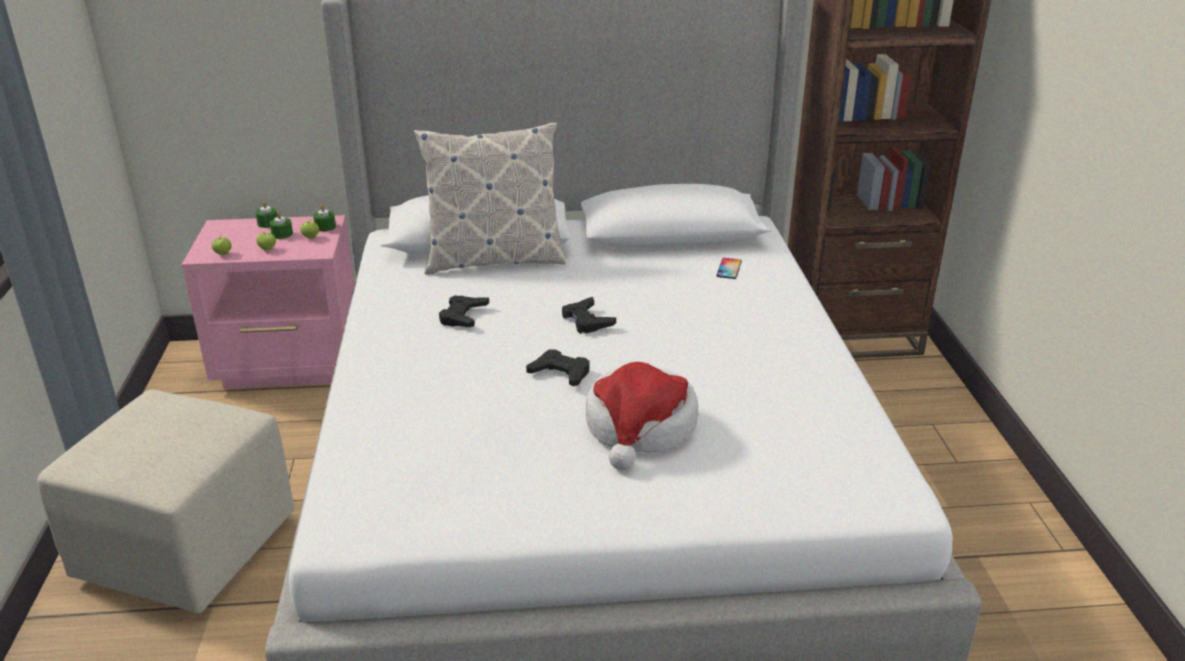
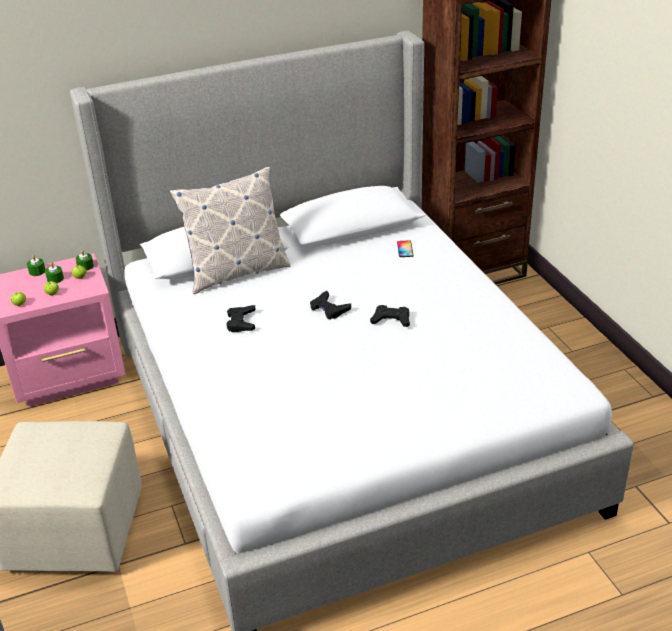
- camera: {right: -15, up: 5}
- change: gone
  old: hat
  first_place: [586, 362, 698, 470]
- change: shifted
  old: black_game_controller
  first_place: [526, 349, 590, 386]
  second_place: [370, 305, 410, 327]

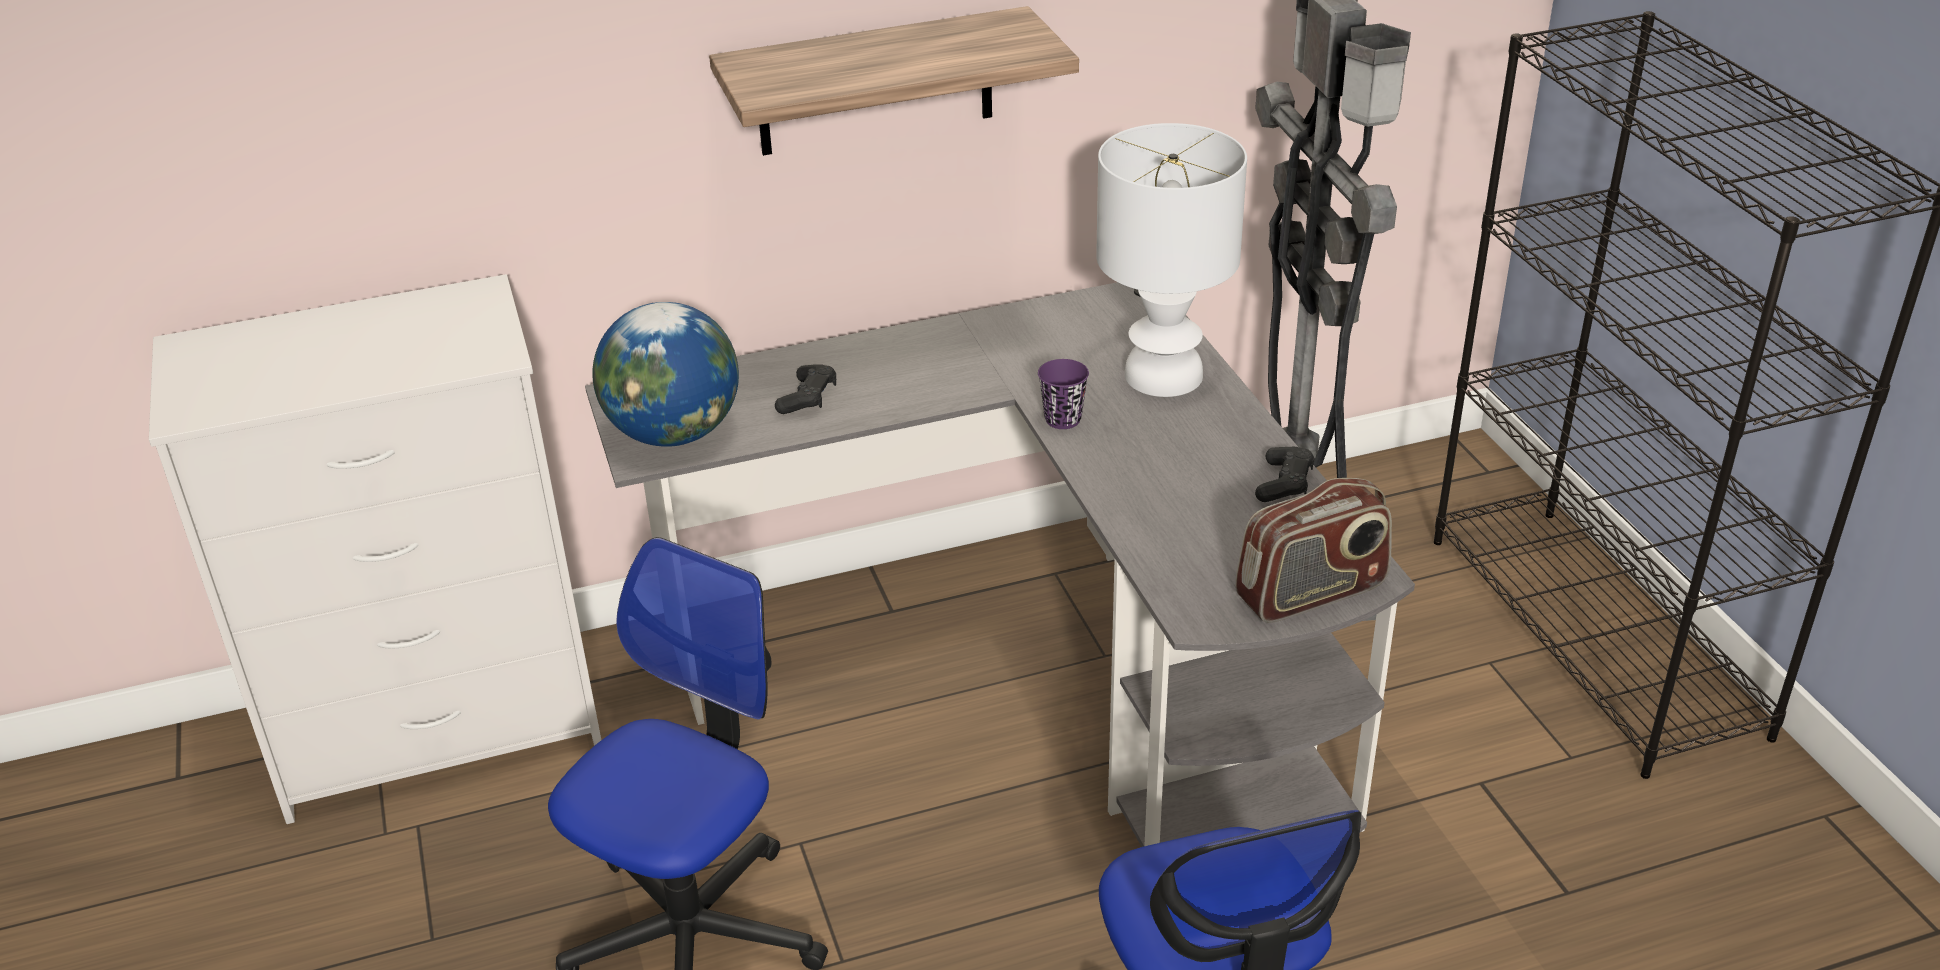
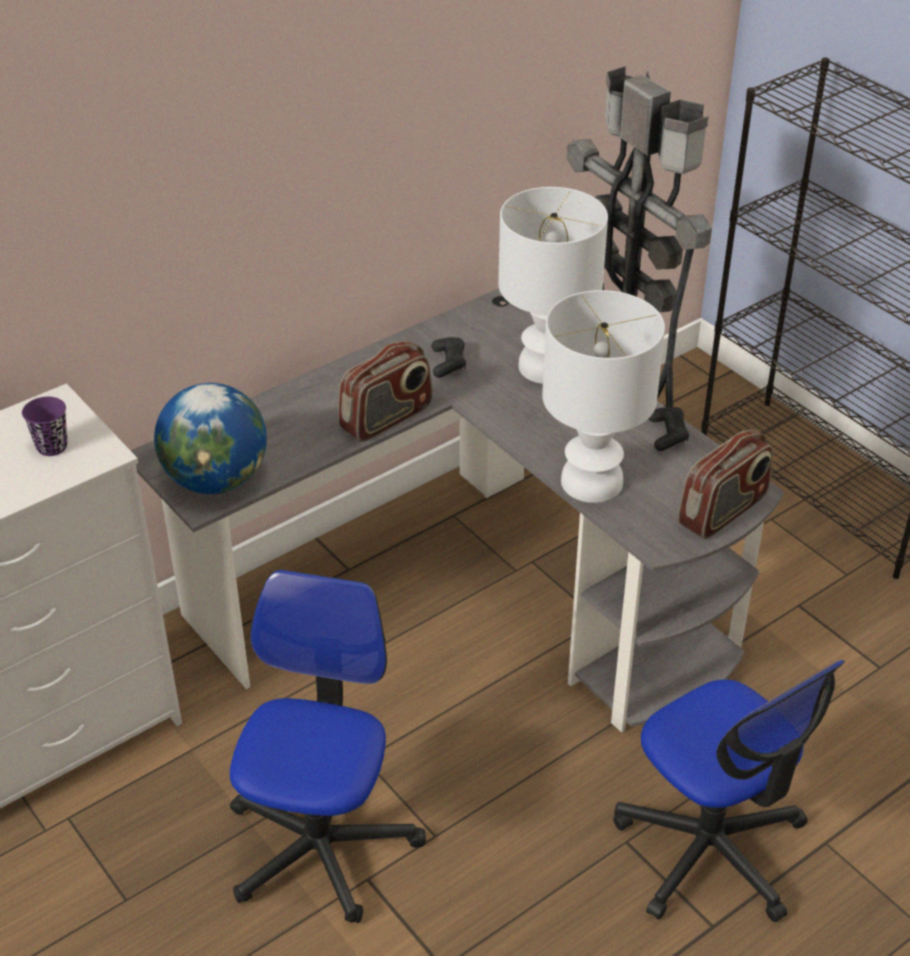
- camera: {right: -20, up: 5}
- change: gone
  old: shelf
  first_place: [709, 6, 1079, 156]
- change: new
  new: radio
  second_place: [338, 341, 433, 442]
- change: new
  new: white_table_lamp
  second_place: [542, 290, 665, 503]
- change: shifted
  old: black_game_controller
  first_place: [775, 364, 836, 414]
  second_place: [431, 337, 466, 378]
- change: shifted
  old: purple_cup
  first_place: [1038, 359, 1089, 429]
  second_place: [22, 397, 68, 456]

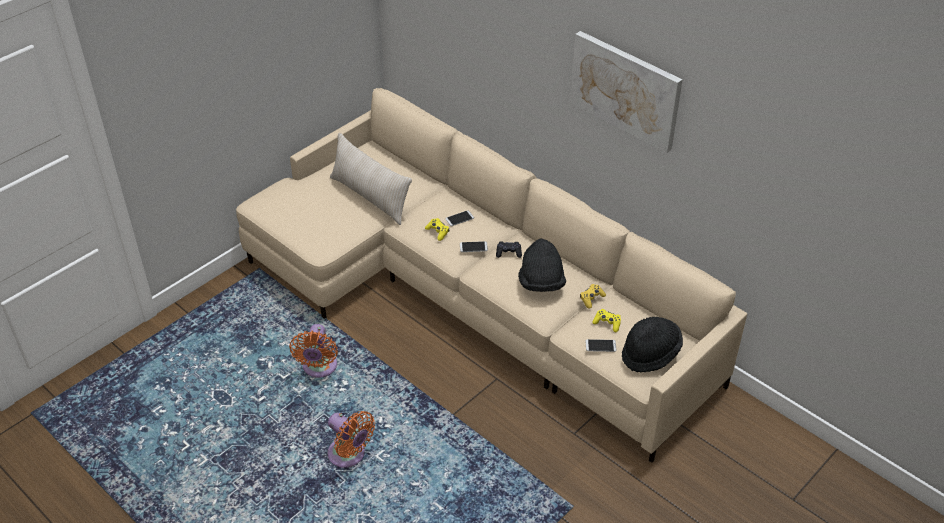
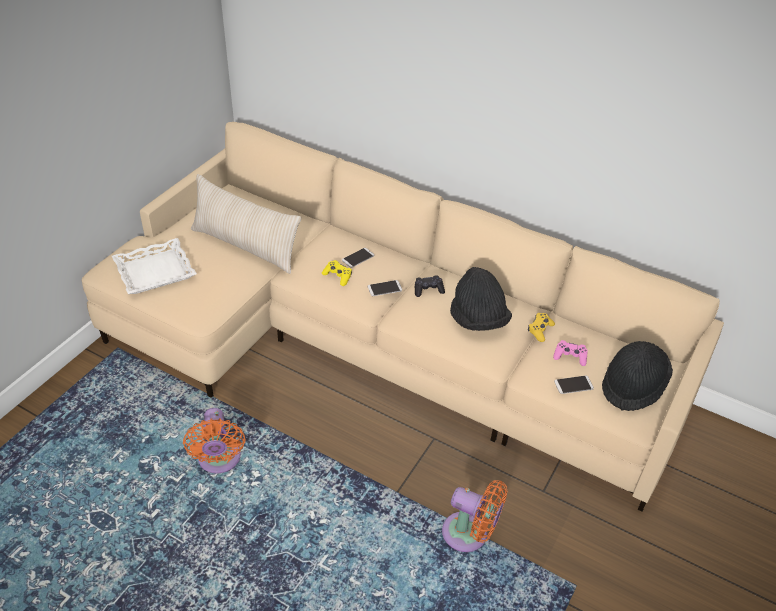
- camera: {right: -15, up: 0}
- change: gone
  old: picture
  first_place: [570, 31, 683, 153]
- change: new
  new: white_tray
  second_place: [112, 238, 197, 294]
- change: shifted
  old: orange_fan
  first_place: [328, 411, 375, 468]
  second_place: [442, 480, 508, 552]
- change: repainted
  old: yellow_game_controller
  new: pink_game_controller
  first_place: [592, 309, 621, 332]
  second_place: [553, 340, 588, 366]

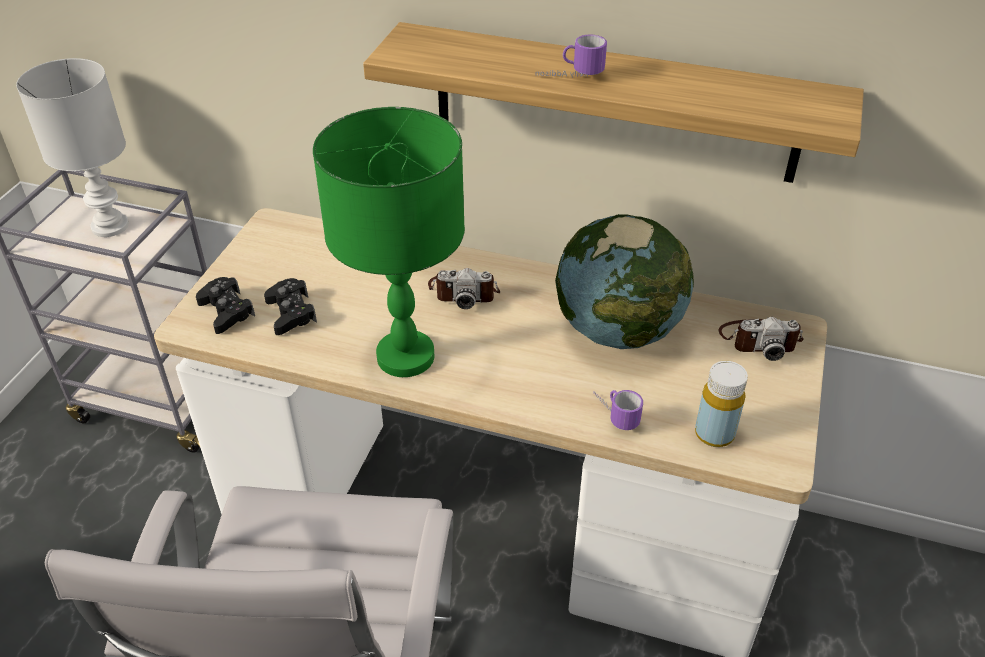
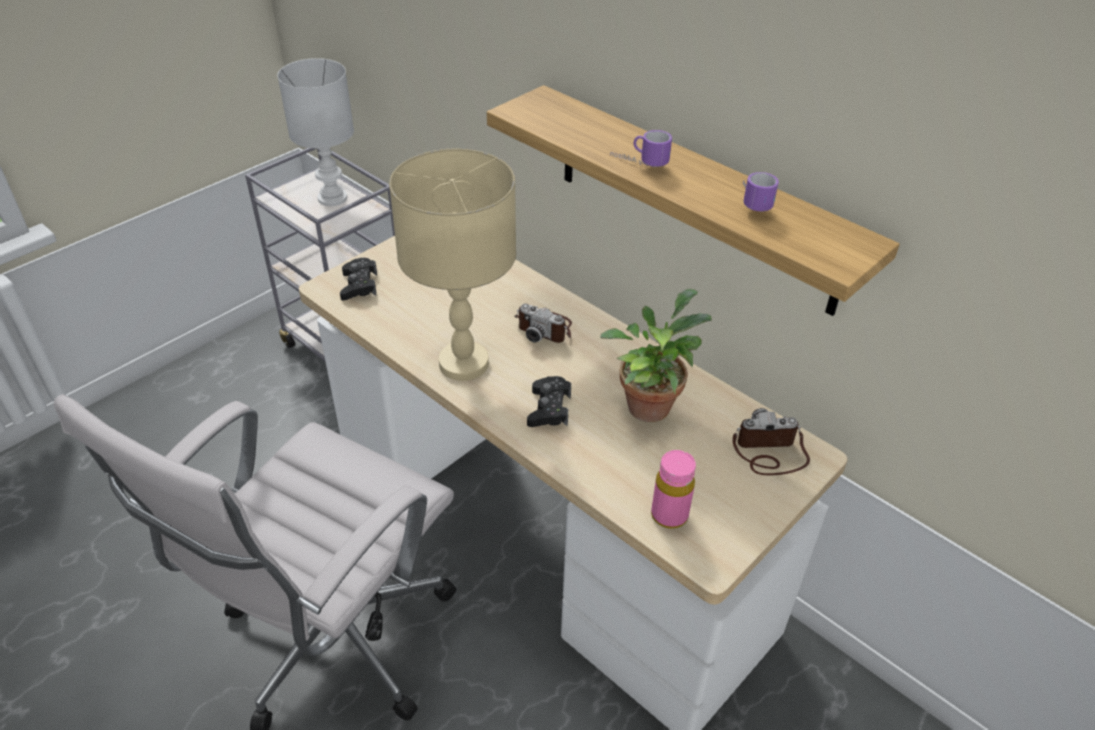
- camera: {right: 25, up: 0}
- change: shifted
  old: black_game_controller
  first_place: [264, 278, 317, 335]
  second_place: [527, 376, 571, 427]
- change: shifted
  old: mug
  first_place: [593, 390, 643, 430]
  second_place: [743, 172, 779, 211]
- change: swapped
  old: globe
  new: potted_plant
  first_place: [555, 214, 694, 349]
  second_place: [600, 289, 712, 422]
- change: repainted
  old: green_table_lamp
  new: beige_table_lamp
  first_place: [313, 107, 465, 377]
  second_place: [389, 149, 516, 381]
- change: repainted
  old: yellow_bottle
  new: pink_bottle
  first_place: [695, 361, 748, 447]
  second_place: [651, 450, 696, 529]
- change: rotated
  old: photo_camera
  first_place: [719, 317, 803, 361]
  second_place: [733, 408, 810, 476]
  degrees: 150

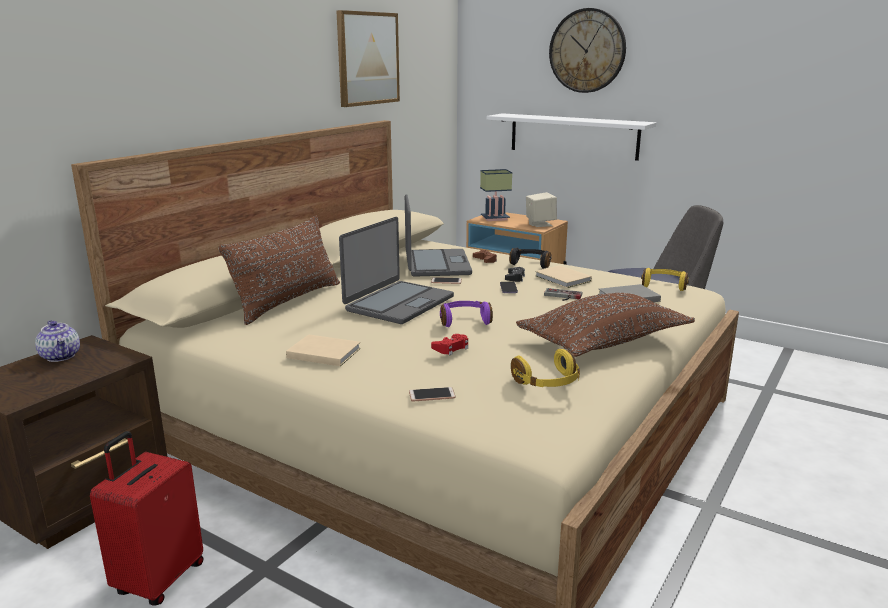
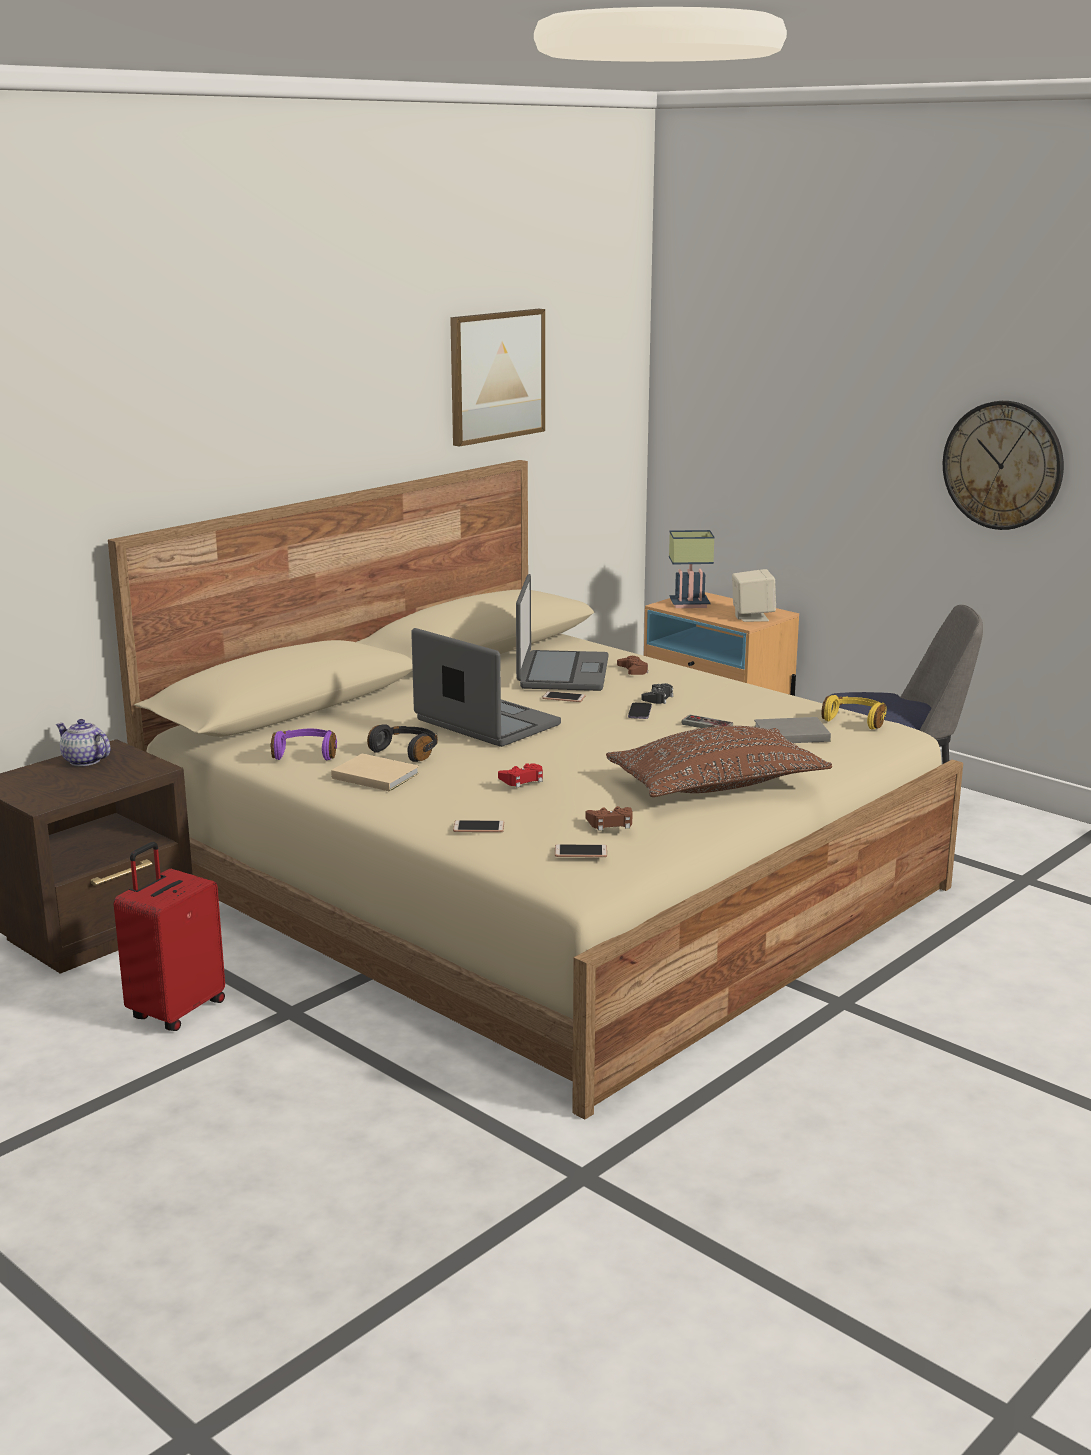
- camera: {right: 10, up: 0}
- change: gone
  old: brown_pillow
  first_place: [218, 216, 340, 325]
- change: gone
  old: white_shelf
  first_place: [486, 113, 656, 161]
- change: gone
  old: beige_book
  first_place: [535, 265, 592, 288]
- change: new
  new: phone
  second_place: [555, 844, 607, 857]
- change: shifted
  old: purple_headphones
  first_place: [440, 301, 493, 327]
  second_place: [270, 729, 337, 760]
- change: shifted
  old: black_headphones
  first_place: [509, 248, 552, 269]
  second_place: [367, 724, 438, 762]
- change: shifted
  old: wall_clock
  first_place: [549, 8, 626, 93]
  second_place: [943, 401, 1064, 530]
- change: swapped
  old: yellow_headphones
  new: brown_game_controller
  first_place: [511, 349, 580, 387]
  second_place: [586, 806, 633, 831]
- change: rotated
  old: teapot
  first_place: [35, 320, 80, 362]
  second_place: [56, 719, 110, 766]
  degrees: 150
- change: rotated
  old: laptop
  first_place: [339, 217, 454, 324]
  second_place: [411, 628, 561, 747]
  degrees: -90

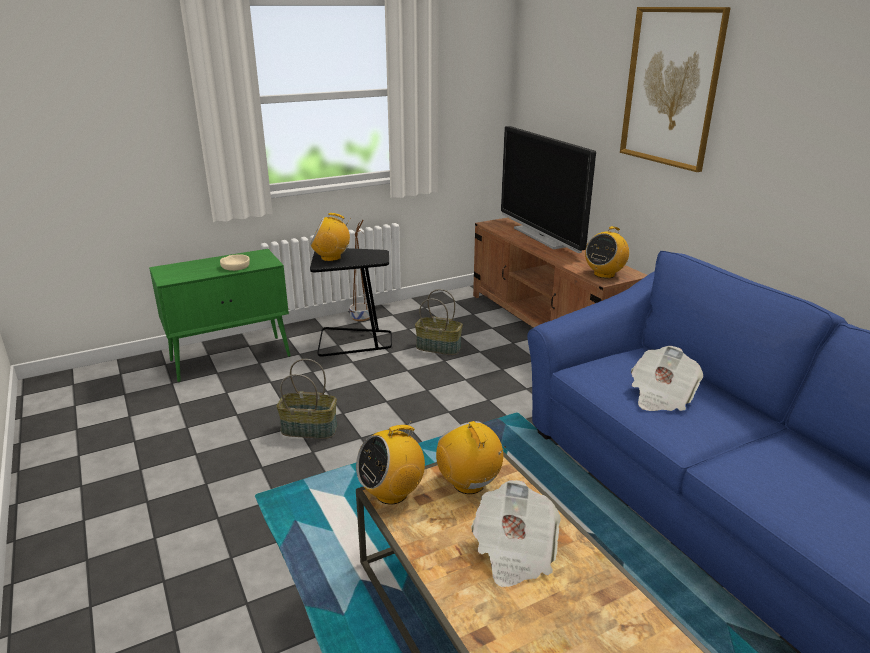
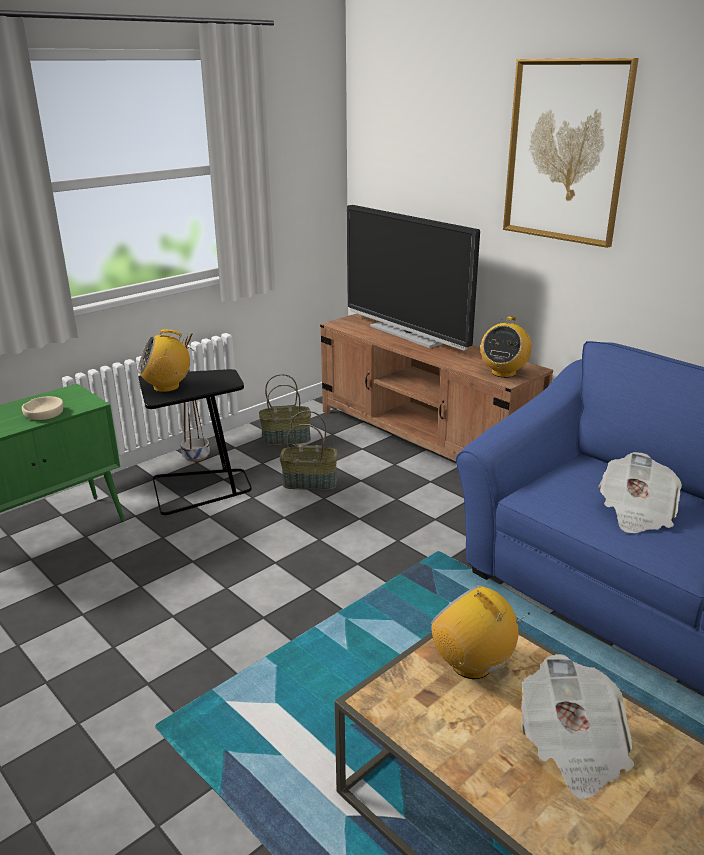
- camera: {right: -15, up: 0}
- change: gone
  old: radio
  first_place: [356, 421, 425, 504]
- change: shifted
  old: basket
  first_place: [276, 359, 338, 439]
  second_place: [259, 374, 311, 446]

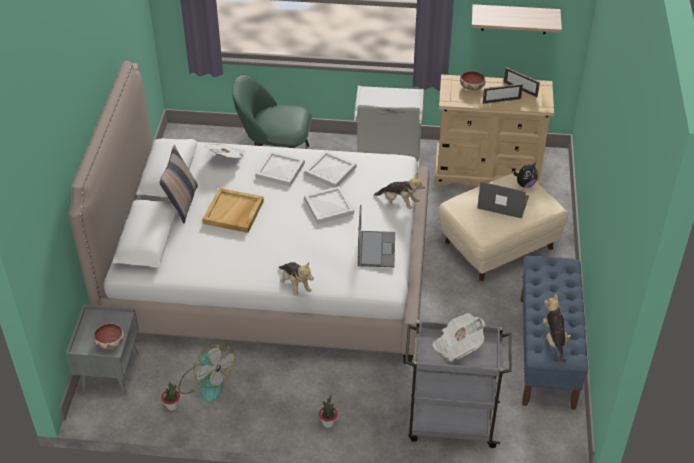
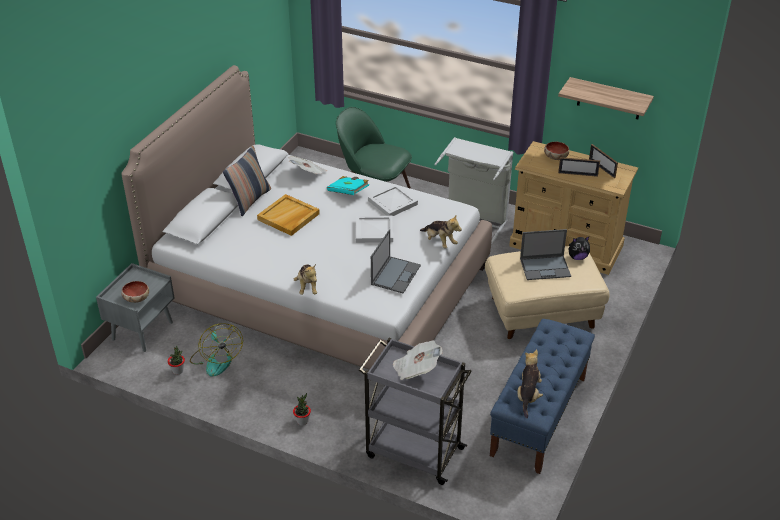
- camera: {right: 20, up: -5}
- change: swapped
  old: white_tray
  new: turquoise_book
  first_place: [255, 151, 305, 186]
  second_place: [327, 176, 369, 195]
- change: rotated
  old: laptop
  first_place: [477, 182, 529, 218]
  second_place: [520, 229, 571, 280]
  degrees: 135

